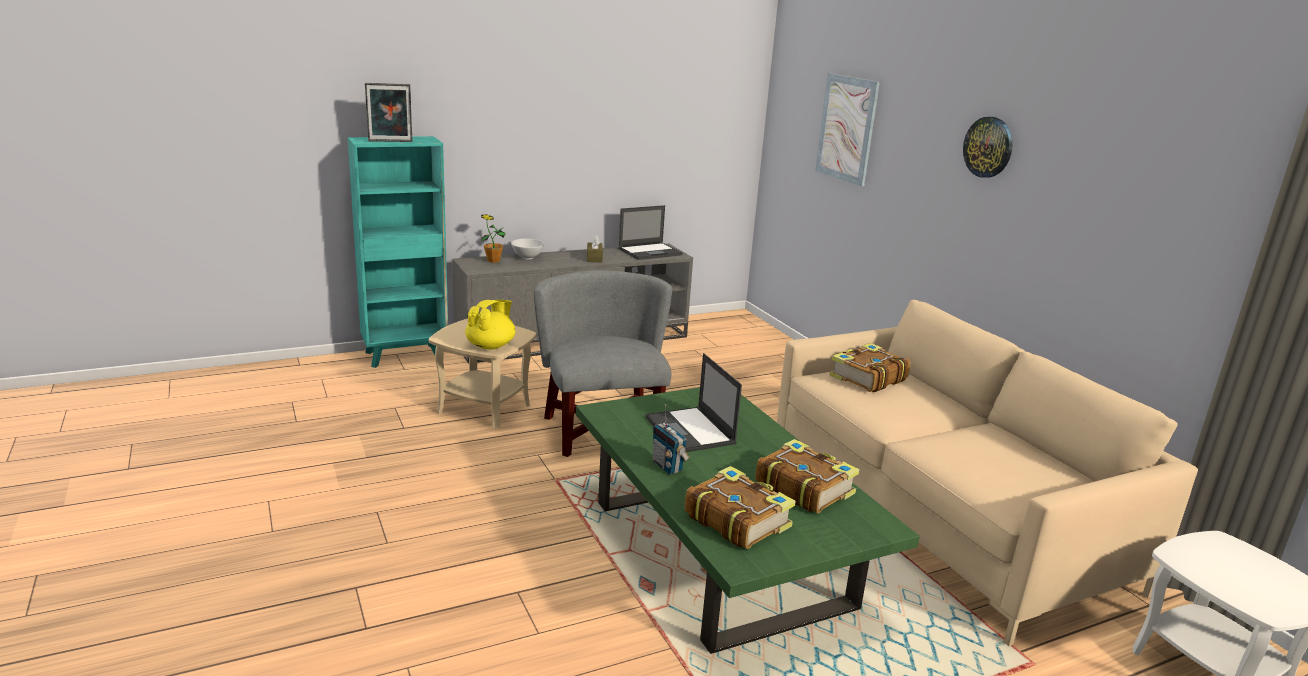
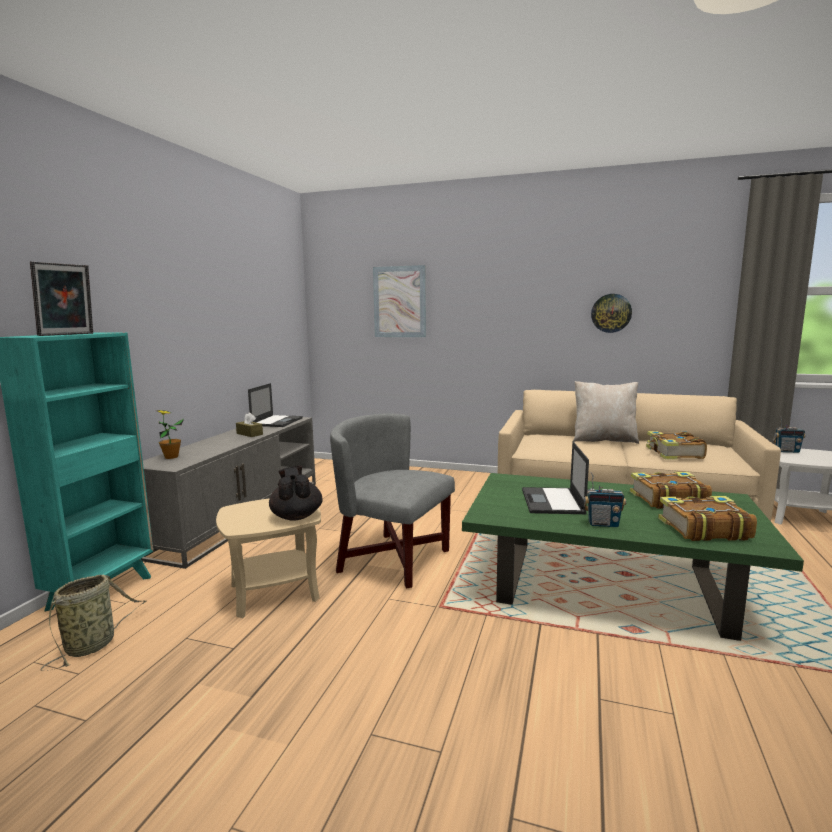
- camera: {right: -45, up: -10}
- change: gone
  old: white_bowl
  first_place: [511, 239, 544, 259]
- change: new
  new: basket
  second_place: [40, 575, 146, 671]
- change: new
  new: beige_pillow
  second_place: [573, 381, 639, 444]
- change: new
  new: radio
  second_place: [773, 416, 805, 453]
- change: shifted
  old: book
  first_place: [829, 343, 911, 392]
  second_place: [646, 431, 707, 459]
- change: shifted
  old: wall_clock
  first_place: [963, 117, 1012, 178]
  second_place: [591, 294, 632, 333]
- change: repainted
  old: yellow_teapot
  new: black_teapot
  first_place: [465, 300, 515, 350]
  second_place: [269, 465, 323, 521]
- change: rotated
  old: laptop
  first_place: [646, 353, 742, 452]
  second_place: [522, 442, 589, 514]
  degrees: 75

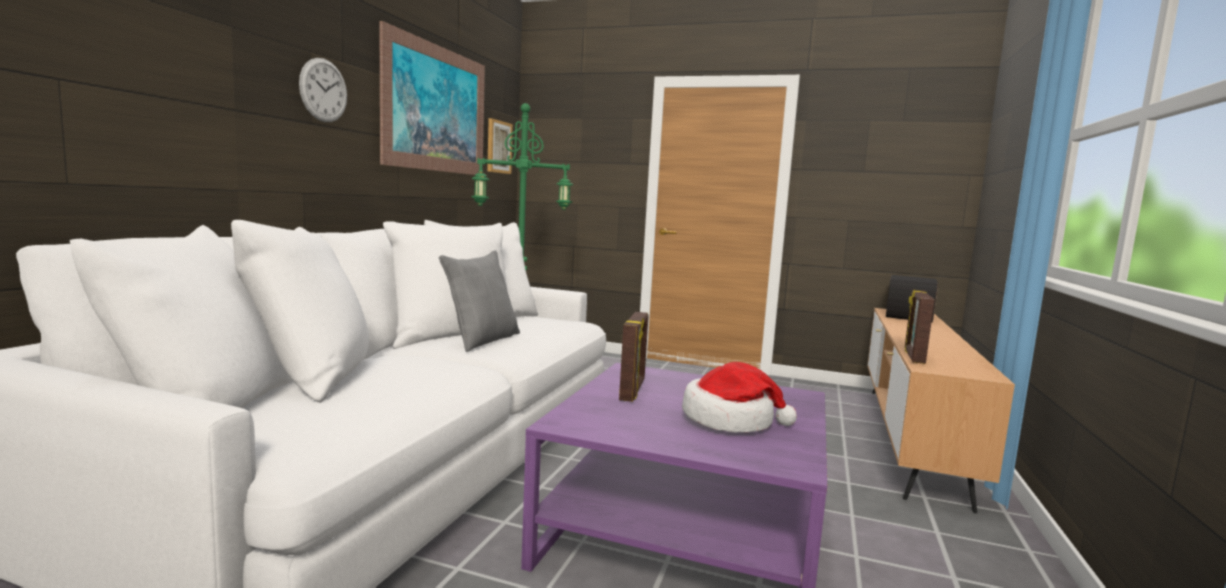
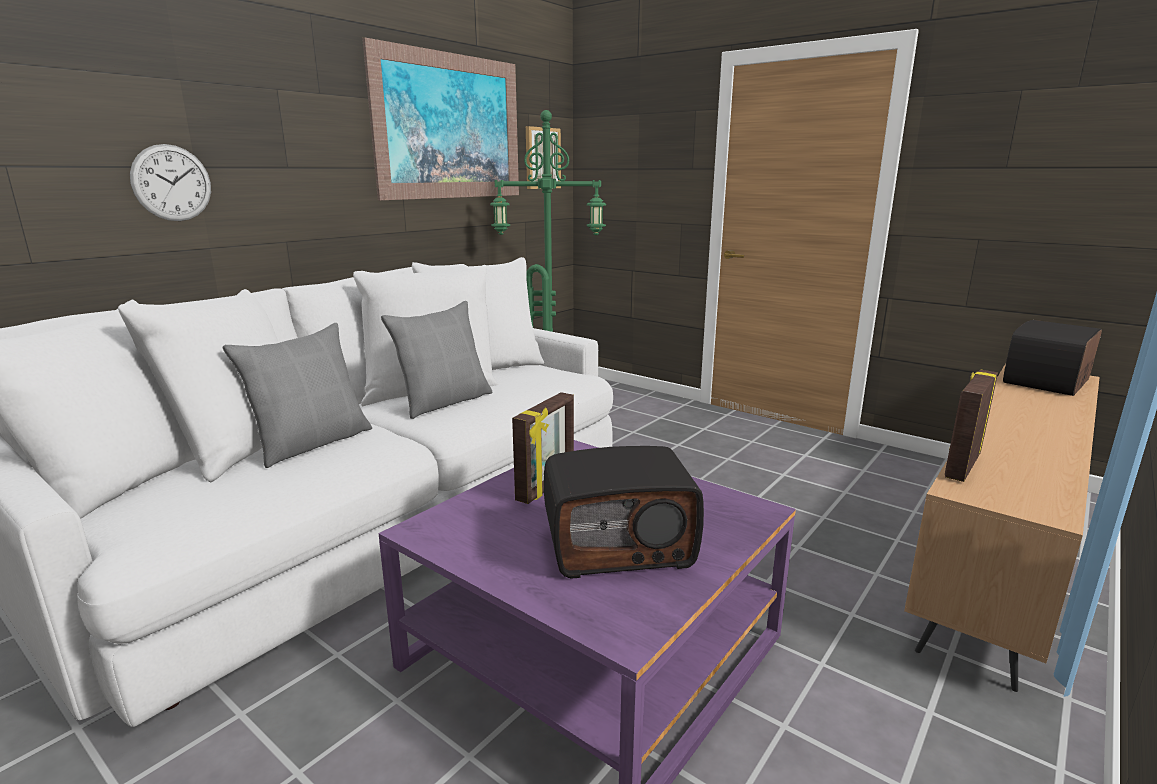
- camera: {right: 20, up: 10}
- change: new
  new: grey_pillow
  second_place: [223, 323, 372, 468]
- change: shifted
  old: wall_clock
  first_place: [299, 58, 347, 122]
  second_place: [130, 144, 211, 221]
- change: swapped
  old: hat
  new: radio
  first_place: [682, 362, 797, 433]
  second_place: [544, 446, 704, 579]

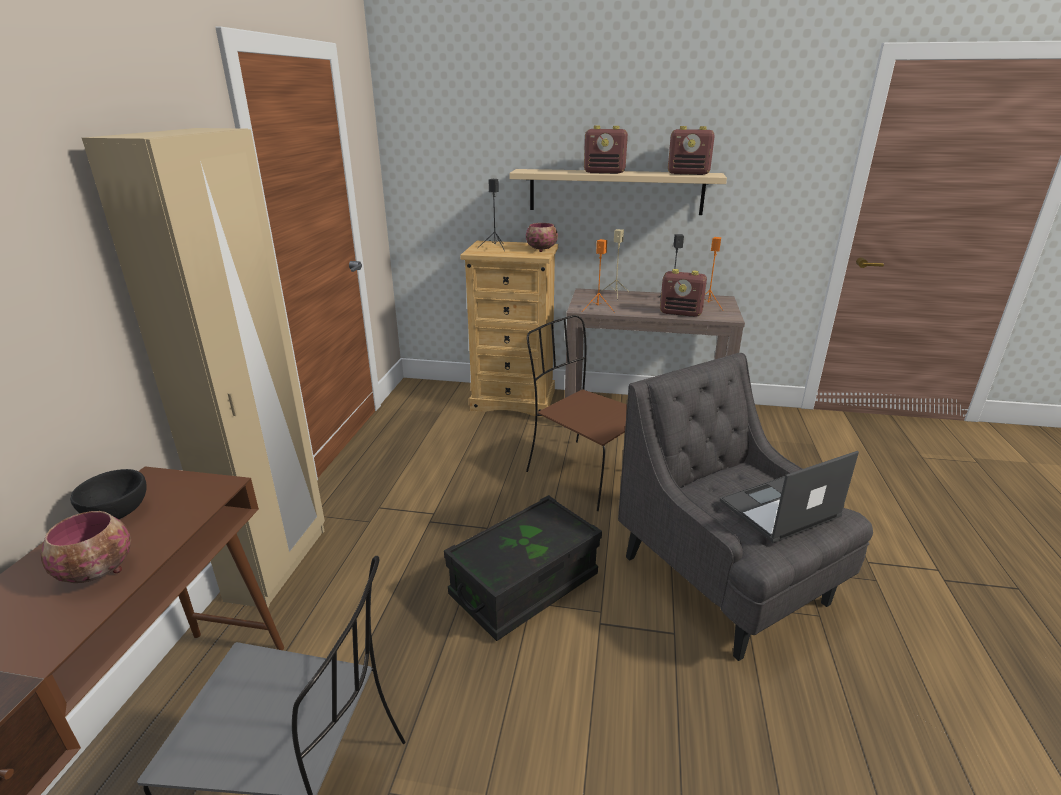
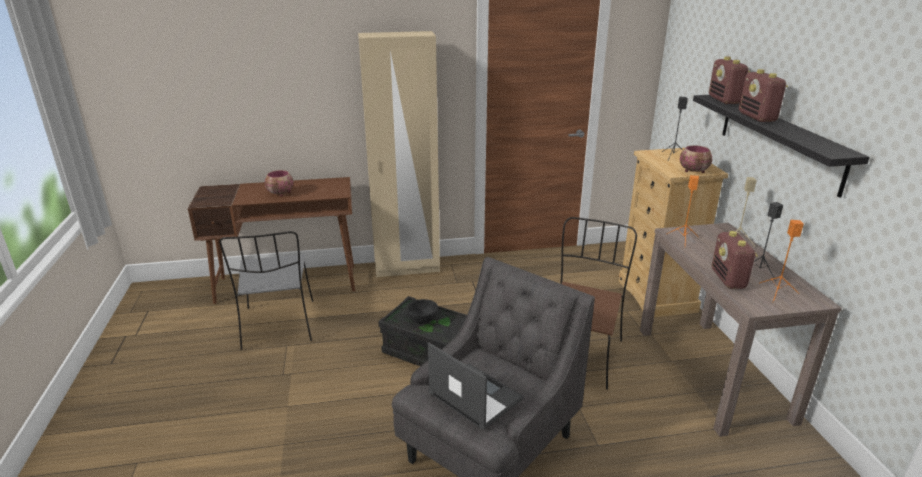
- camera: {right: 70, up: 0}
- change: shifted
  old: black_bowl
  first_place: [70, 469, 147, 519]
  second_place: [408, 299, 438, 324]
- change: shifted
  old: radio
  first_place: [668, 126, 715, 175]
  second_place: [709, 56, 750, 104]
- change: repainted
  old: beige_shelf
  new: black_shelf
  first_place: [509, 169, 727, 215]
  second_place: [693, 95, 869, 198]

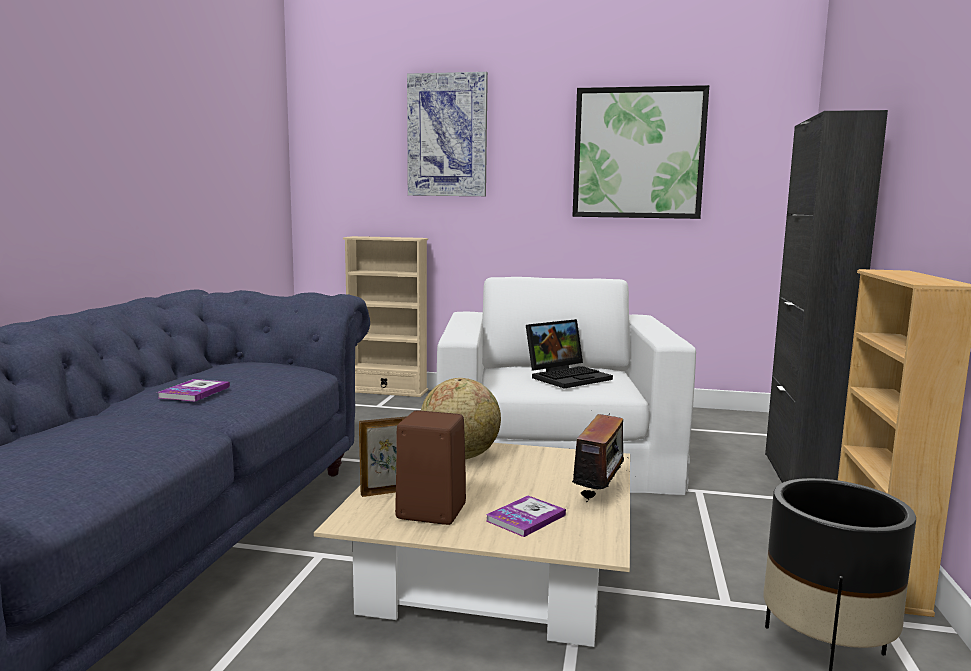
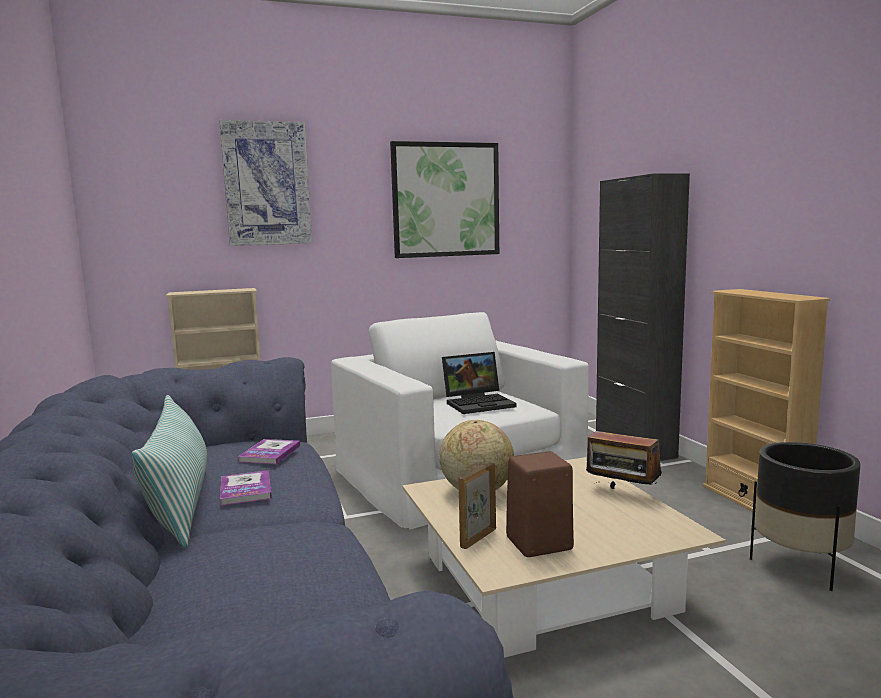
- camera: {right: -30, up: 0}
- change: new
  new: pillow
  second_place: [132, 395, 207, 549]
- change: shifted
  old: book
  first_place: [486, 496, 566, 537]
  second_place: [238, 439, 300, 464]
- change: rotated
  old: laptop
  first_place: [526, 319, 613, 389]
  second_place: [442, 352, 517, 414]
  degrees: 45
- change: rotated
  old: radio
  first_place: [572, 410, 629, 502]
  second_place: [586, 421, 662, 489]
  degrees: 135

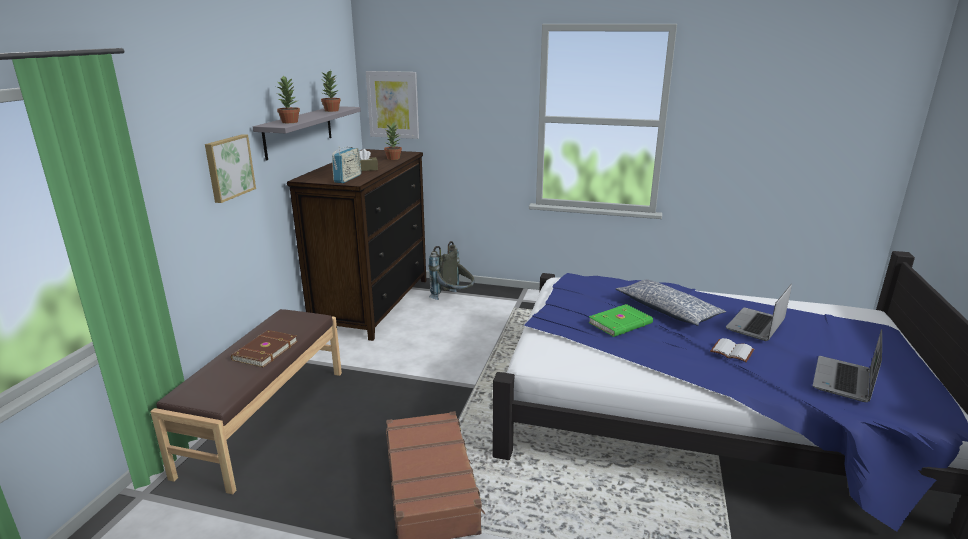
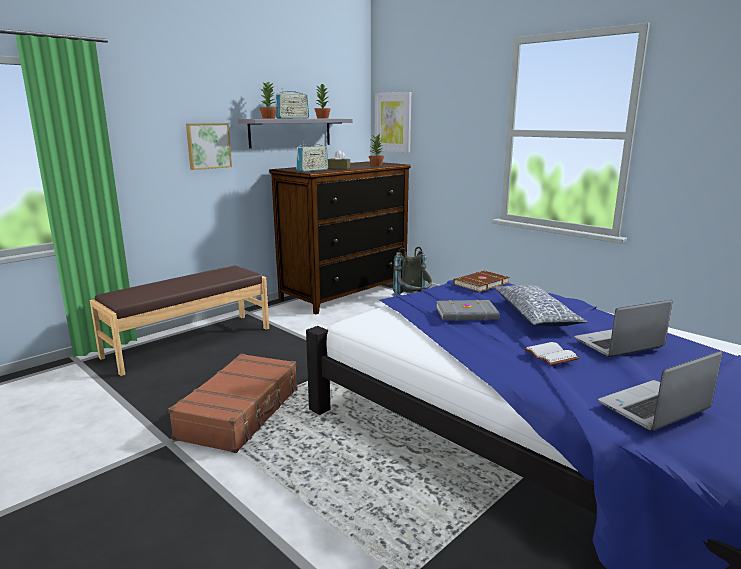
- camera: {right: 30, up: -5}
- change: new
  new: radio
  second_place: [275, 88, 309, 119]
- change: shifted
  old: brown_book
  first_place: [231, 330, 298, 368]
  second_place: [453, 271, 509, 292]
- change: repainted
  old: green_book
  new: grey_book
  first_place: [588, 304, 653, 337]
  second_place: [436, 300, 500, 321]

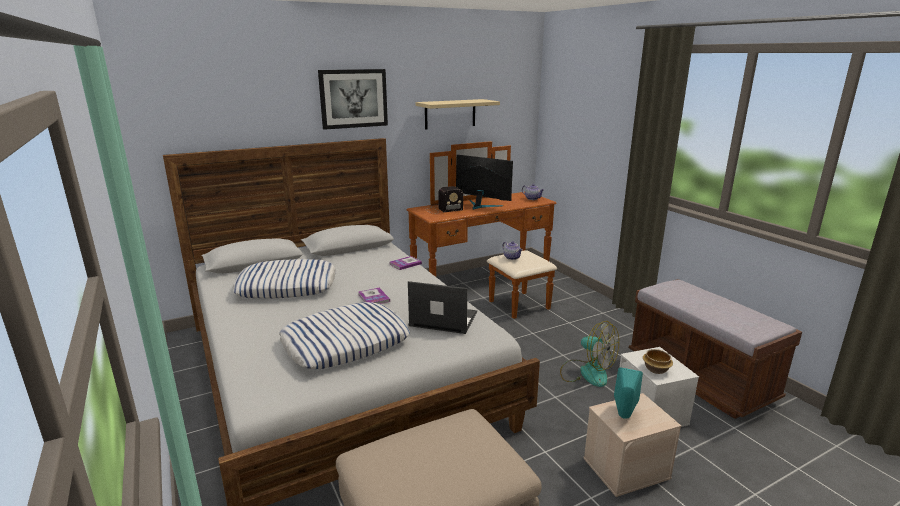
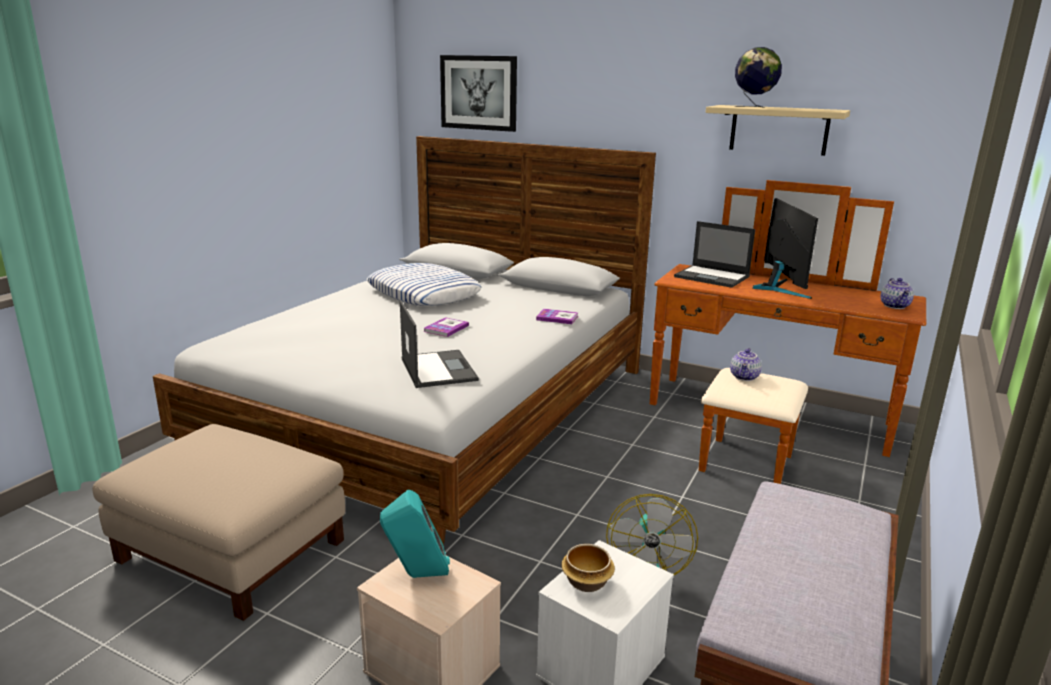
- camera: {right: 55, up: 0}
- change: gone
  old: pillow
  first_place: [279, 302, 410, 369]
- change: new
  new: globe
  second_place: [735, 47, 782, 108]
- change: shifted
  old: picture
  first_place: [318, 69, 388, 130]
  second_place: [440, 55, 517, 132]
- change: swapped
  old: radio
  new: laptop
  first_place: [426, 186, 463, 214]
  second_place: [674, 221, 755, 288]

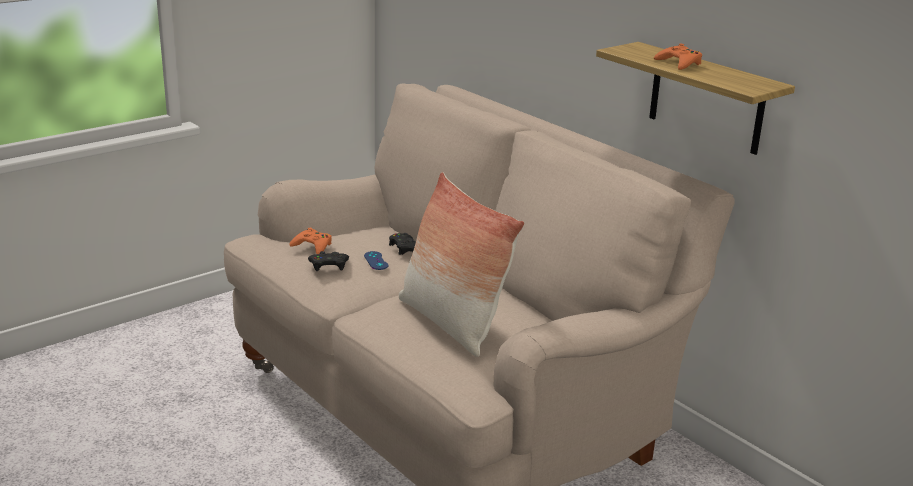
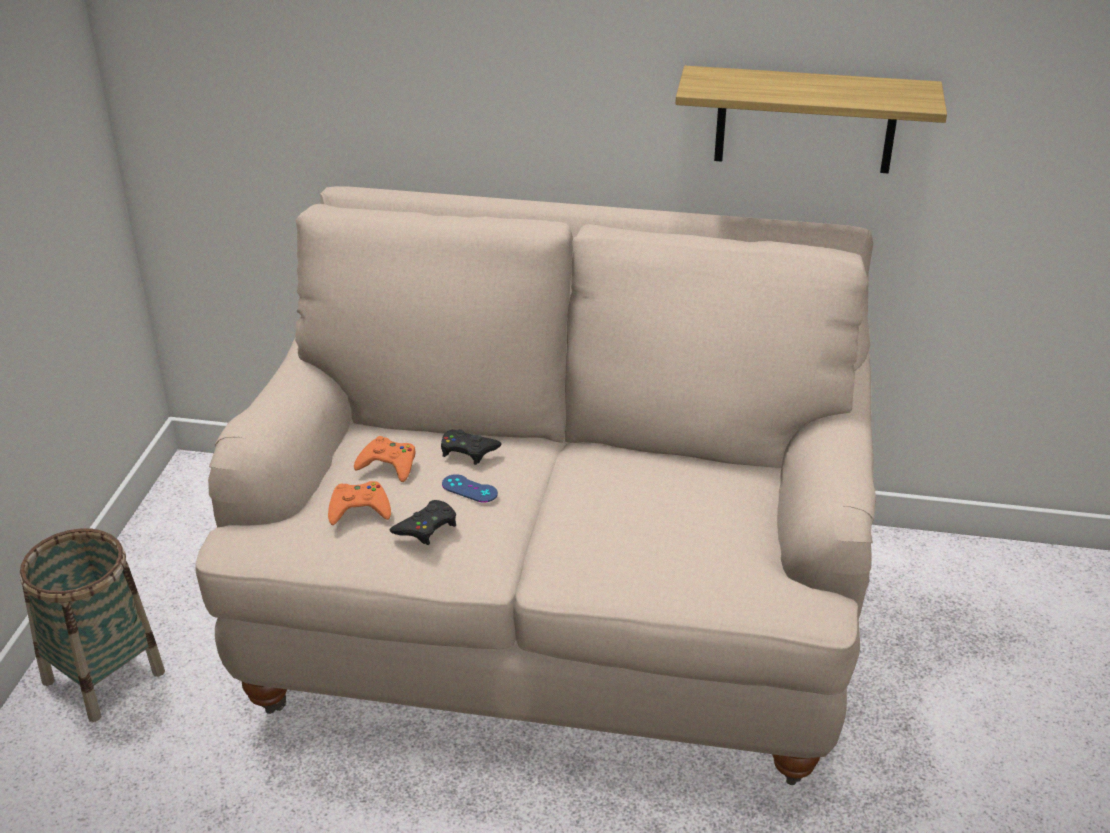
- camera: {right: -40, up: 10}
- change: gone
  old: pillow
  first_place: [399, 172, 524, 357]
- change: new
  new: basket
  second_place: [20, 529, 165, 722]
- change: shifted
  old: orange_game_controller
  first_place: [654, 44, 702, 70]
  second_place: [354, 436, 416, 482]

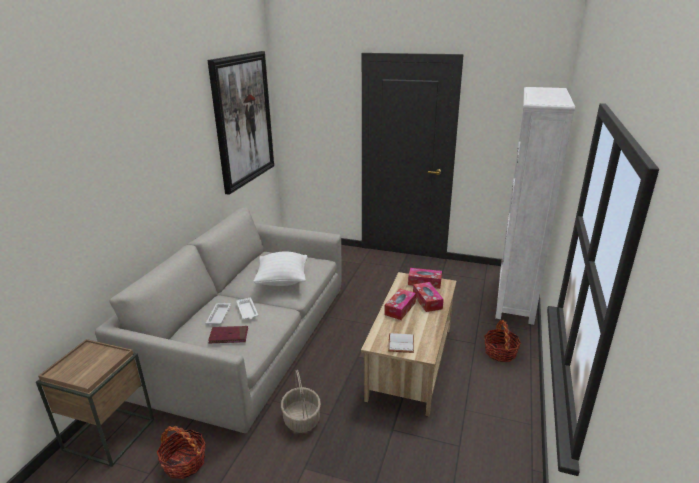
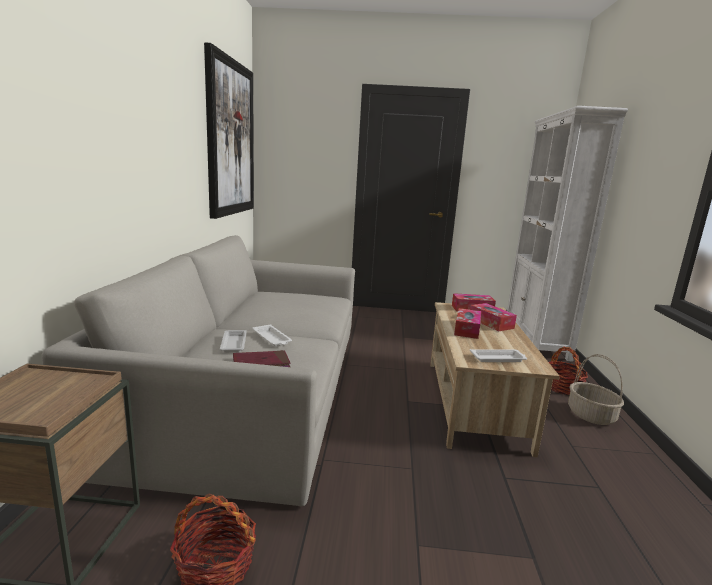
- camera: {right: -15, up: -10}
- change: gone
  old: white_pillow
  first_place: [253, 252, 307, 286]
- change: shifted
  old: basket
  first_place: [281, 369, 321, 433]
  second_place: [568, 354, 624, 425]
- change: swapped
  old: white_book
  new: white_tray
  first_place: [388, 333, 414, 353]
  second_place: [470, 349, 527, 362]

